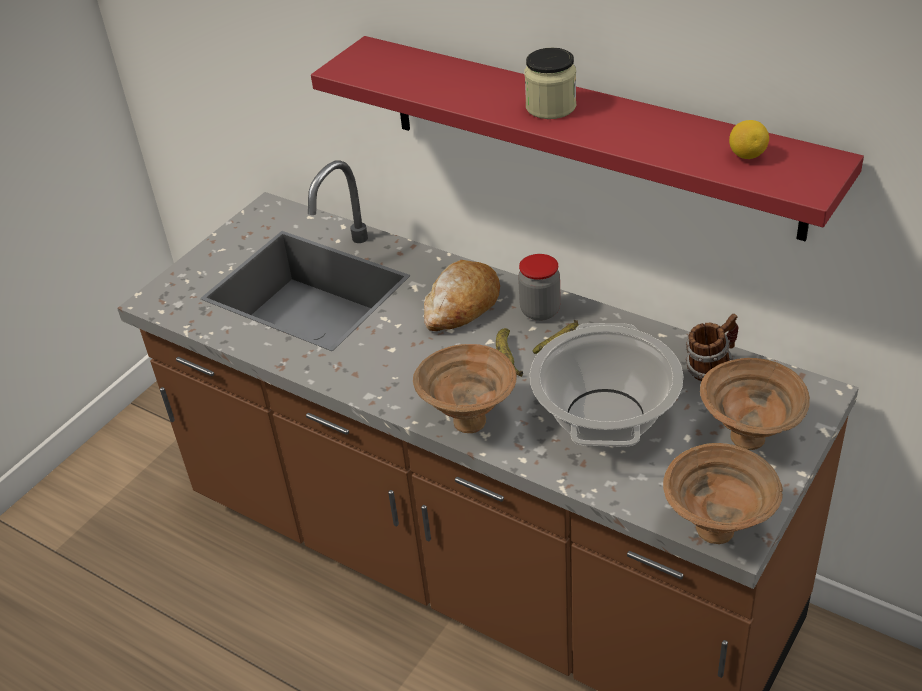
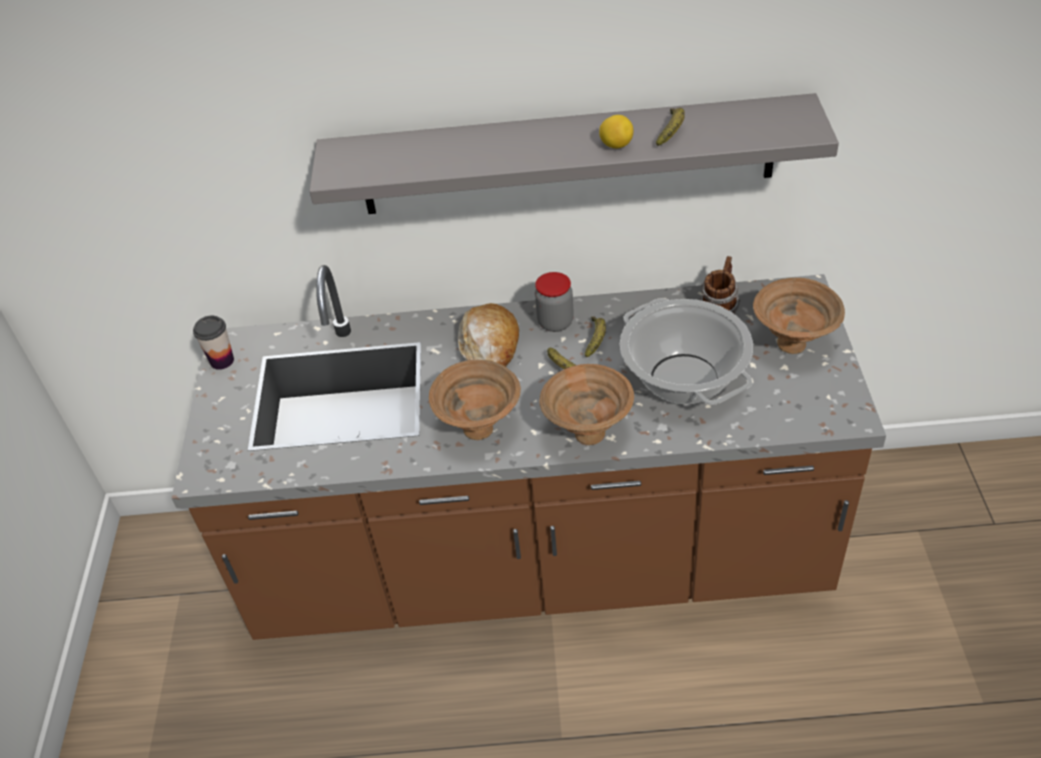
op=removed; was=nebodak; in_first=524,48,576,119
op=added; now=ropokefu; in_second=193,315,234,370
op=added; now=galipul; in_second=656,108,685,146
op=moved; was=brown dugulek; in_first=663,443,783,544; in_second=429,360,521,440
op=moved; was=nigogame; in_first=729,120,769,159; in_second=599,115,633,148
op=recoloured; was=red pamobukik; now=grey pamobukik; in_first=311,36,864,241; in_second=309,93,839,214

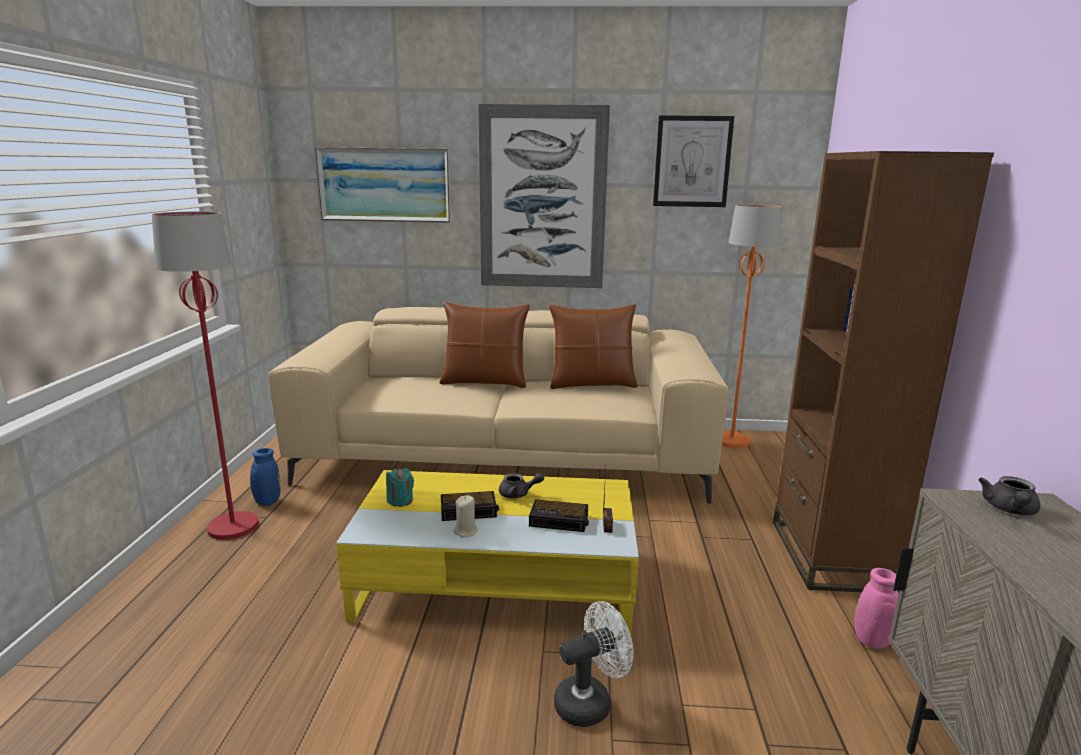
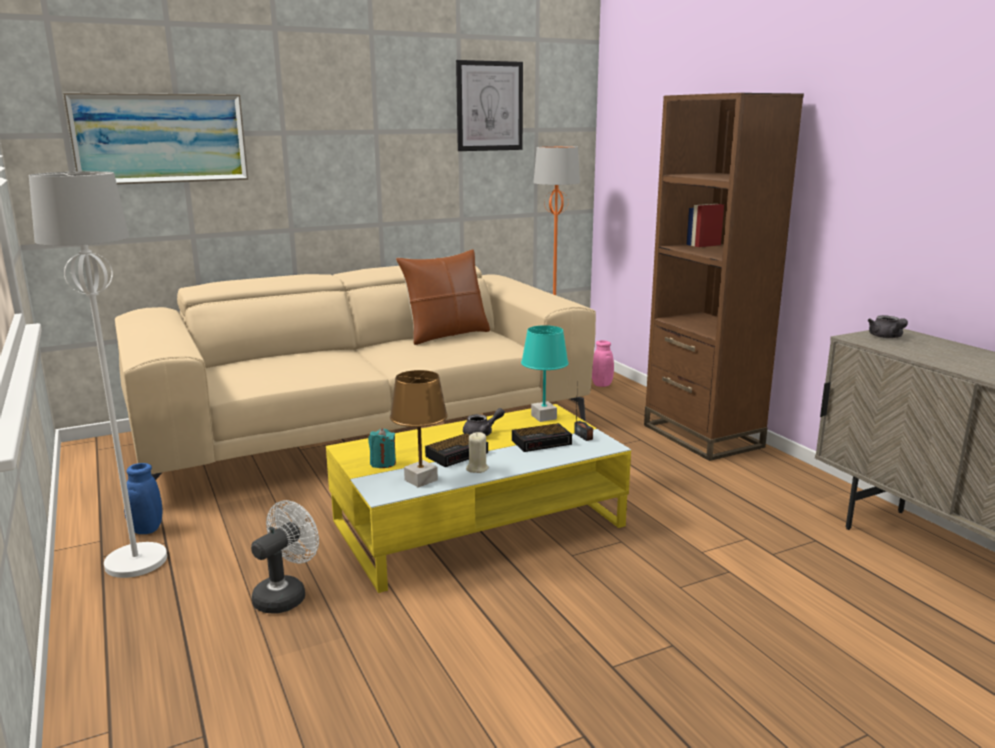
op=removed; was=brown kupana; in_first=439,302,530,388
op=removed; was=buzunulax; in_first=478,104,610,288
op=added; now=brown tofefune; in_second=390,370,448,488
op=added; now=turquoise tofefune; in_second=521,325,569,422
op=moved; was=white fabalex; in_first=554,601,634,727; in_second=251,500,319,614
op=moved; was=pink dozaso; in_first=854,568,899,648; in_second=592,340,614,387
op=recoloured; was=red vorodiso; now=white vorodiso; in_first=152,211,259,540; in_second=29,171,167,578

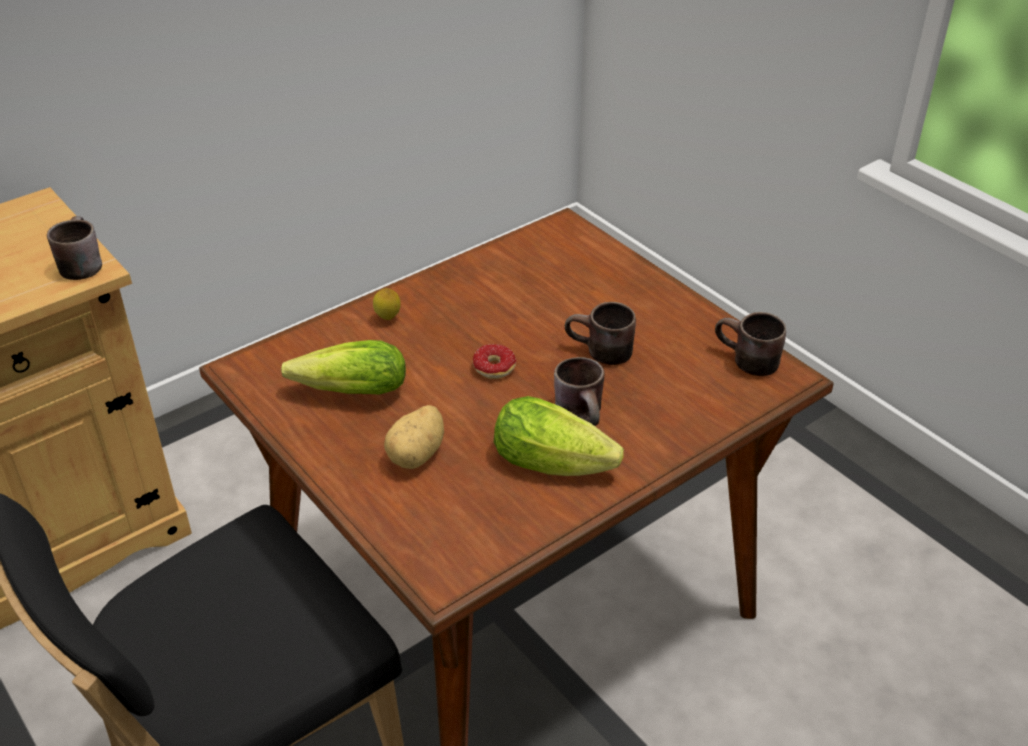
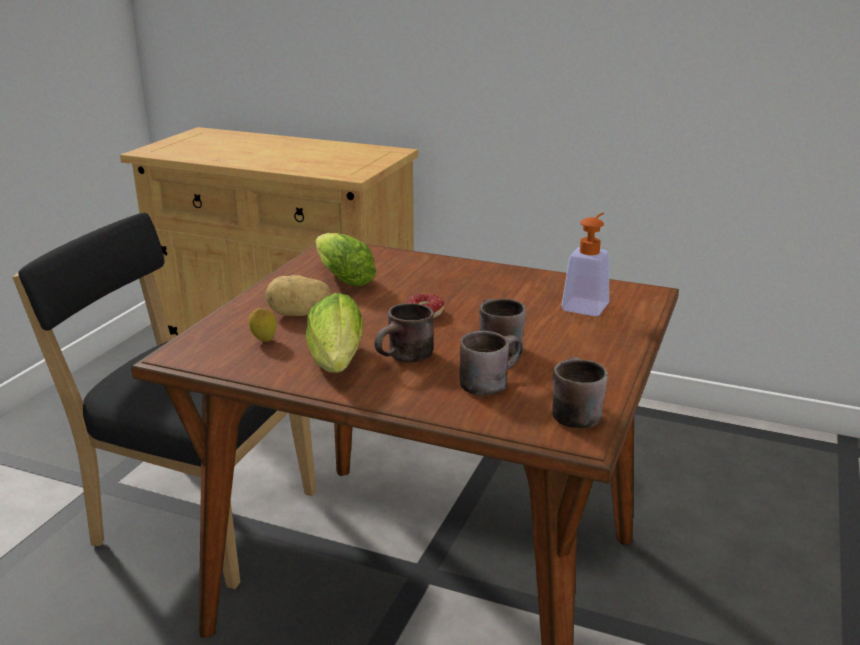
op=added; now=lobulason; in_second=562,213,609,316
op=moved; was=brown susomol; in_first=47,216,102,280; in_second=460,331,523,396
op=moved; was=nigogame; in_first=373,288,401,320; in_second=249,308,277,342

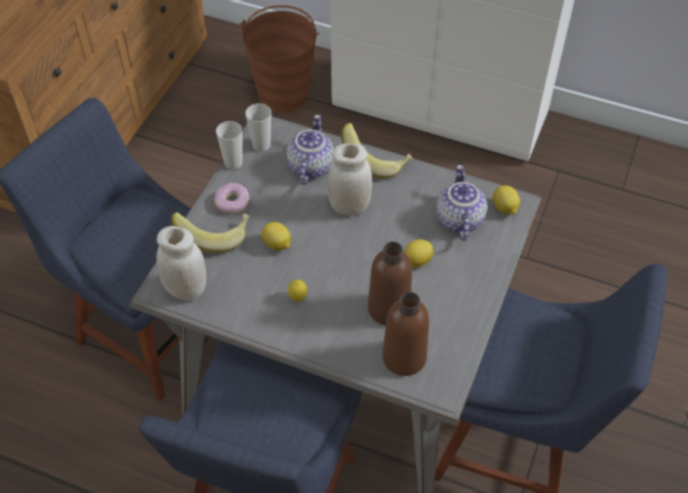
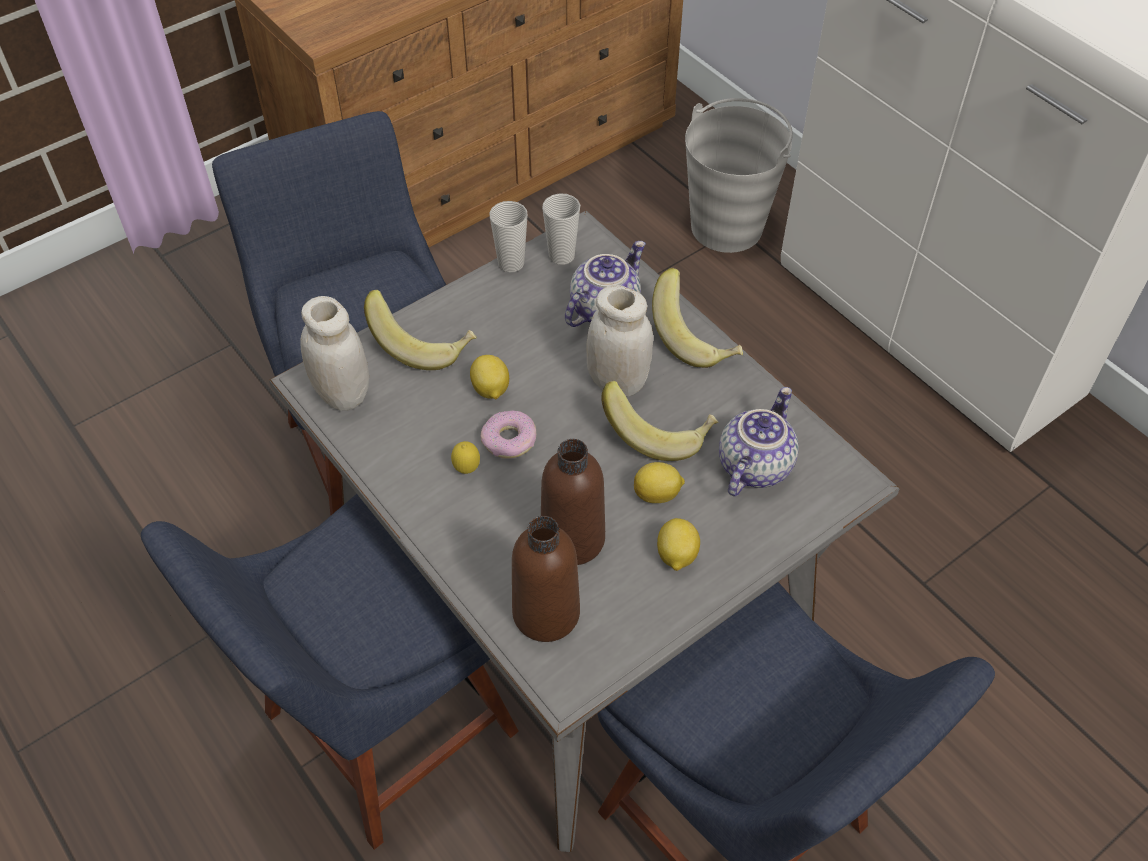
op=added; now=galipul; in_second=601,381,719,461
op=moved; was=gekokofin; in_first=214,183,250,214; in_second=481,411,536,459
op=moved; was=nigogame; in_first=493,185,520,215; in_second=657,518,700,571
op=recoloured; was=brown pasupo; now=grey pasupo; in_first=240,5,320,113; in_second=685,98,793,253

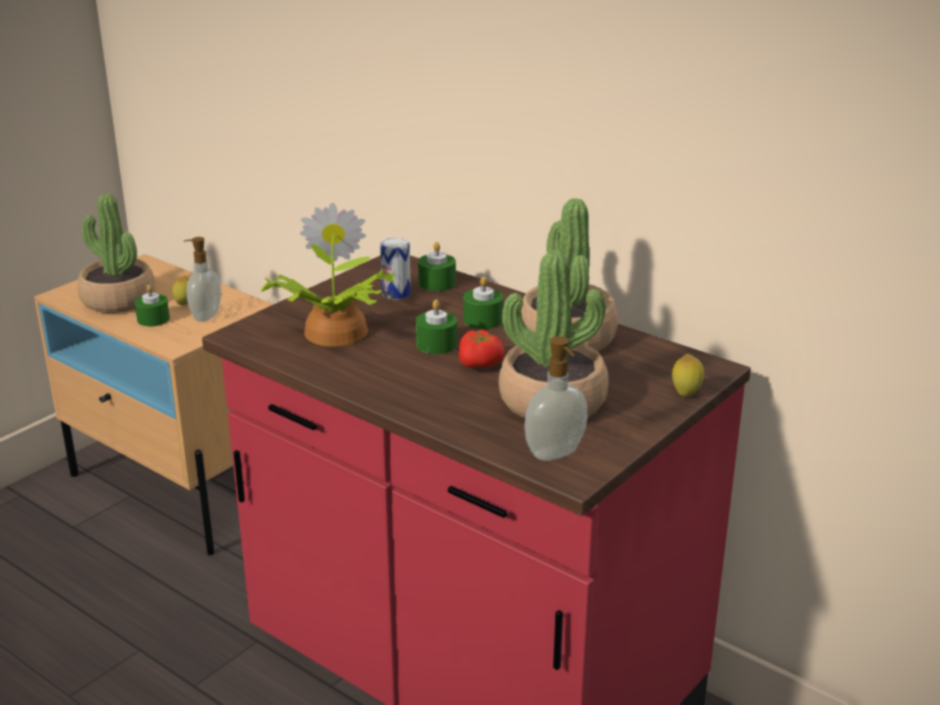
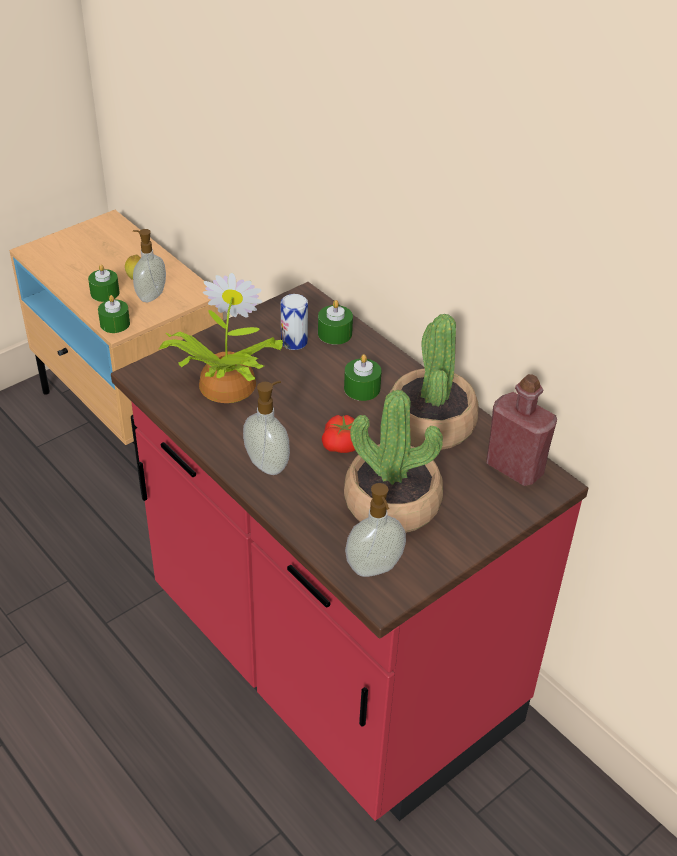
op=removed; was=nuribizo; in_first=77,194,155,313
op=removed; was=nigogame; in_first=672,354,704,397
op=added; now=lobulason; in_second=243,380,290,475
op=added; now=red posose; in_second=486,374,557,486
op=moved; was=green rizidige; in_first=416,299,457,354; in_second=98,295,130,333

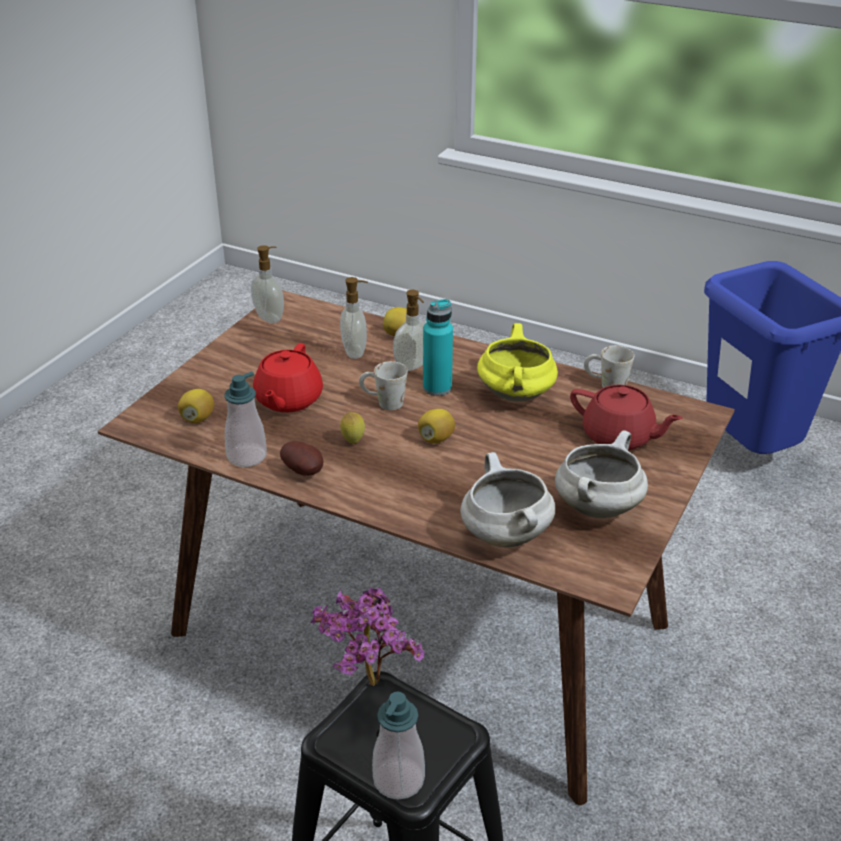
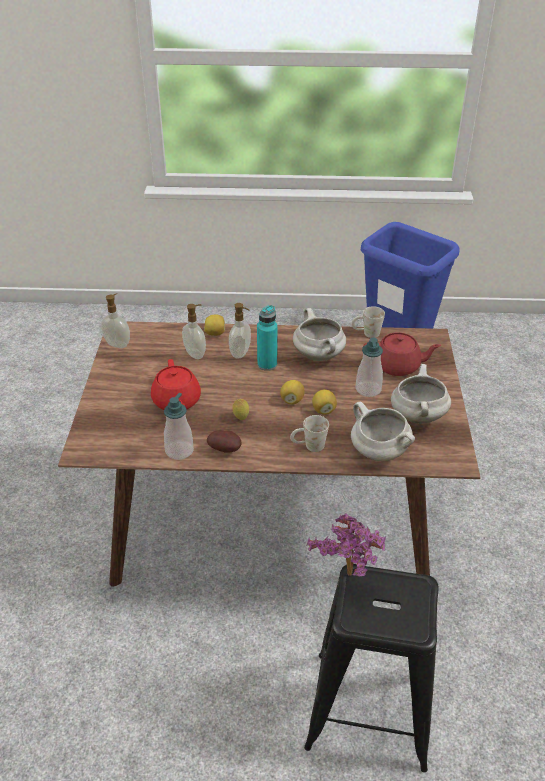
op=moved; was=nigogame; in_first=178,389,214,423; in_second=312,389,337,415
op=moved; was=white susomol; in_first=359,361,408,410; in_second=290,415,329,452
op=moved; was=lobulason; in_first=372,692,425,800; in_second=355,338,383,397
op=recoloured; was=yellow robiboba; now=white robiboba; in_first=477,323,558,402; in_second=293,308,346,361

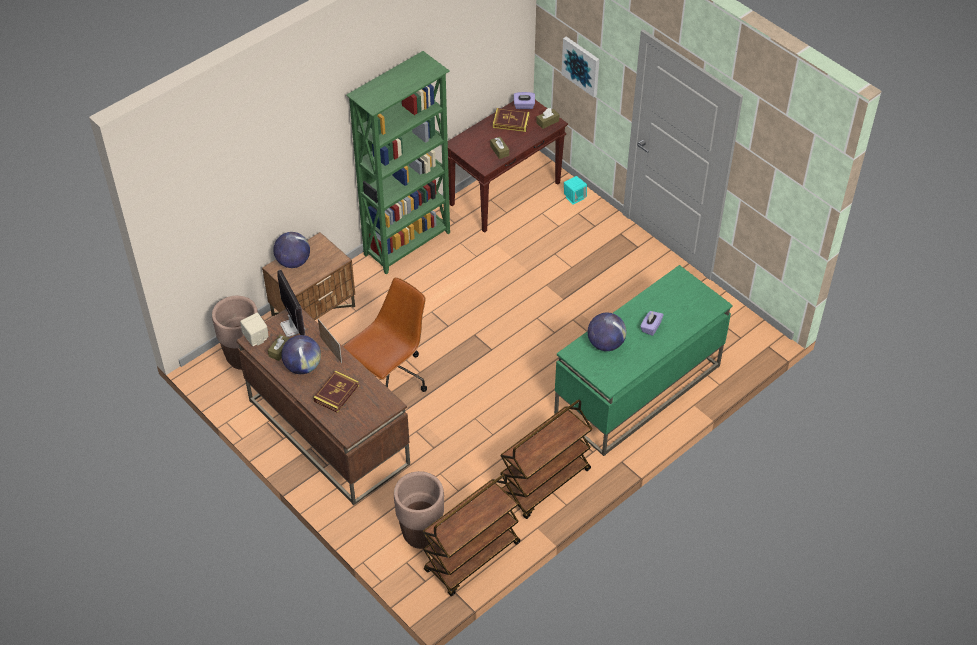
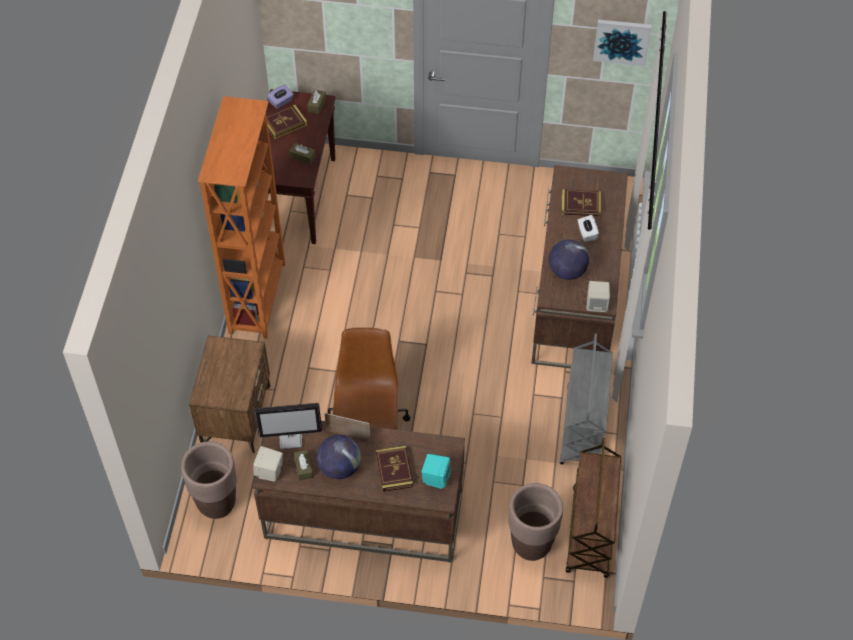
op=removed; was=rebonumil; in_first=273,232,310,268
op=added; now=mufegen; in_second=561,189,601,217
op=added; now=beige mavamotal; in_second=587,281,610,312
op=moved; was=buzunulax; in_first=561,36,599,97; in_second=593,19,652,66
op=moved; was=turquoise mavamotal; in_first=564,176,587,205; in_second=421,454,451,489
op=recoloured; was=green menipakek; now=orange menipakek; in_first=346,51,450,274; in_second=198,96,285,339
op=recoloured; was=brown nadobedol; now=grey nadobedol; in_first=500,400,592,519; in_second=560,333,613,464
op=recoloured; was=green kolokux; now=brown kolokux; in_first=554,265,733,456; in_second=531,165,628,368
op=recoloured; was=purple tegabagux; now=white tegabagux; in_first=640,311,664,336; in_second=578,215,599,242
op=turned; was=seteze; in_first=277,270,306,337; in_second=254,403,322,449; clockwise=150

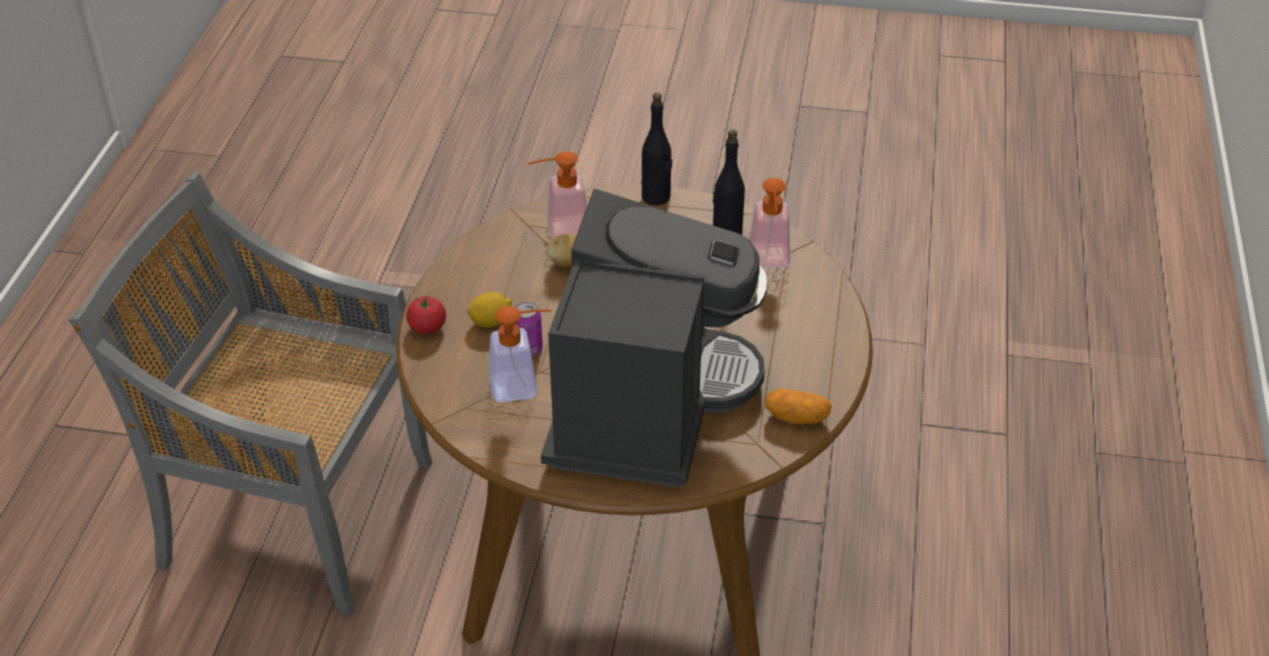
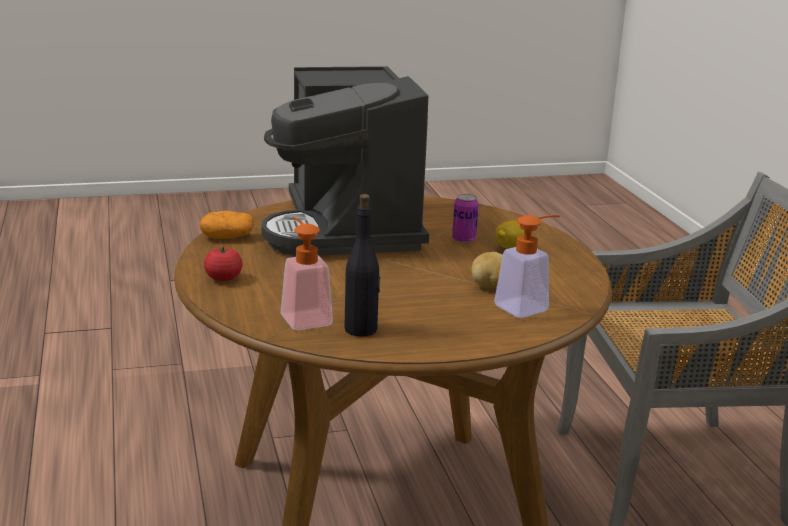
op=removed; was=lobulason; in_first=489,306,552,403
op=removed; was=black posose; in_first=642,93,672,205
op=moved; was=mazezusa; in_first=406,296,446,334; in_second=204,247,243,281

